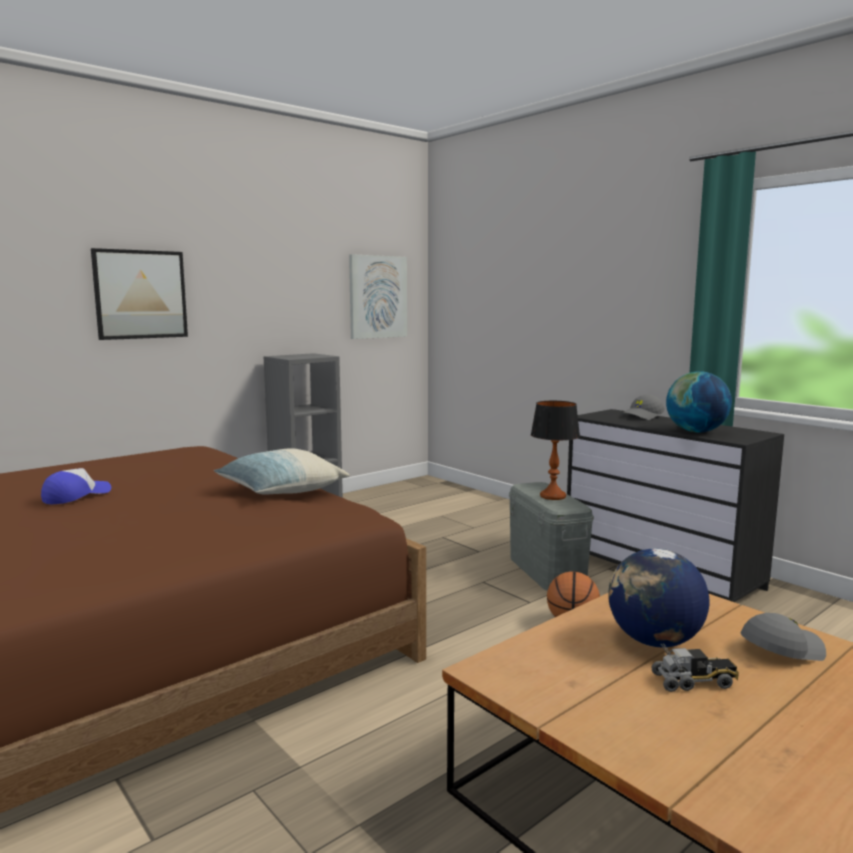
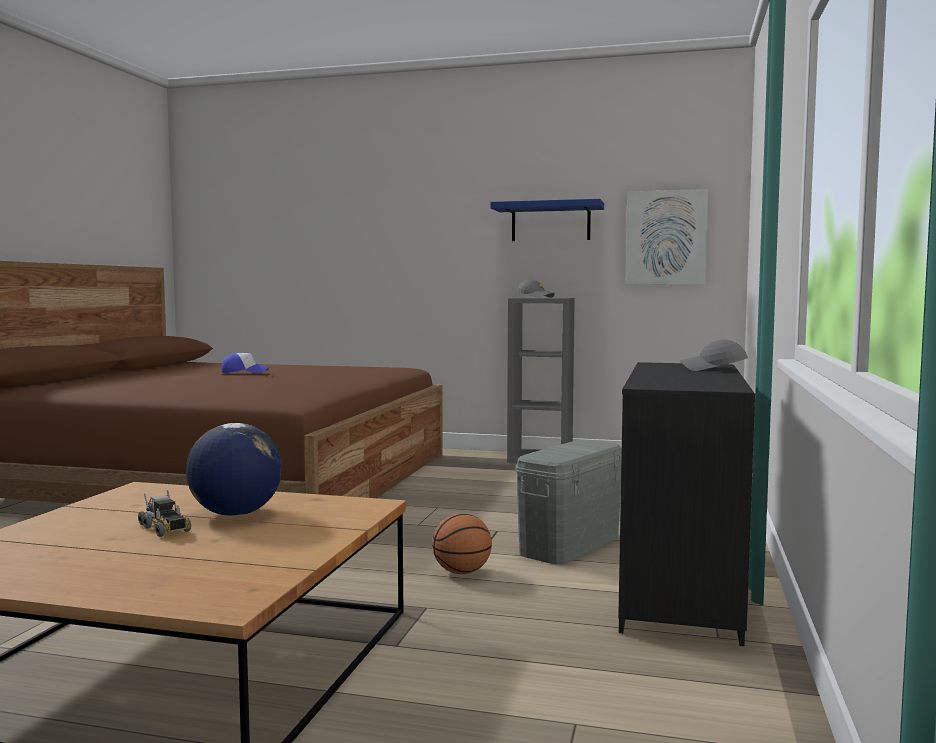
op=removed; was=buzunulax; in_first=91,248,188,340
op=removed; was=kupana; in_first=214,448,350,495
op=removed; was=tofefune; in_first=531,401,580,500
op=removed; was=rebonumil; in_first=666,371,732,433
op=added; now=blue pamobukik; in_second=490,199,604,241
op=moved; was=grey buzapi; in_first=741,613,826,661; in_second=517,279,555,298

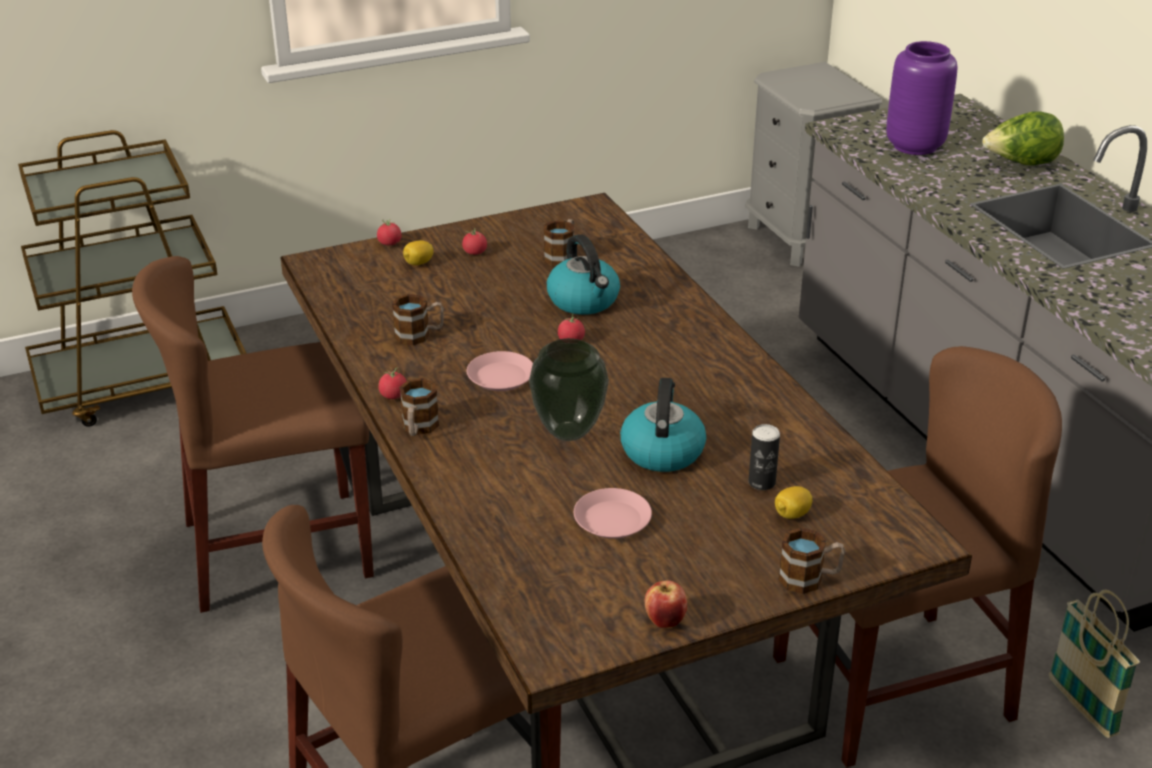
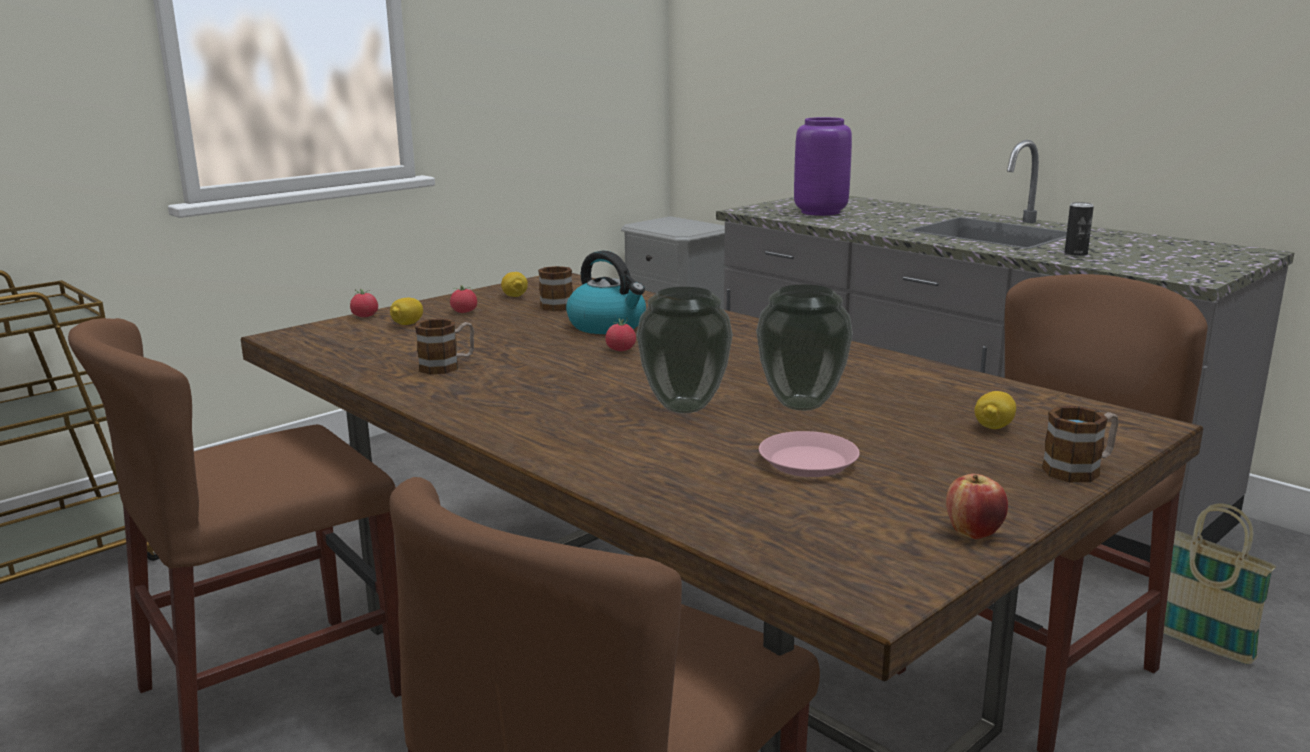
op=removed; was=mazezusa; in_first=378,367,406,399
op=removed; was=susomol; in_first=399,378,439,436
op=removed; was=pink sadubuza; in_first=467,351,533,391
op=removed; was=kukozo; in_first=982,111,1064,166
op=added; now=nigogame; in_second=501,272,528,297
op=moved; was=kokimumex; in_first=748,424,780,490; in_second=1064,202,1094,256
op=replaced; was=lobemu; now=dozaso; in_first=620,378,706,472; in_second=756,285,853,411

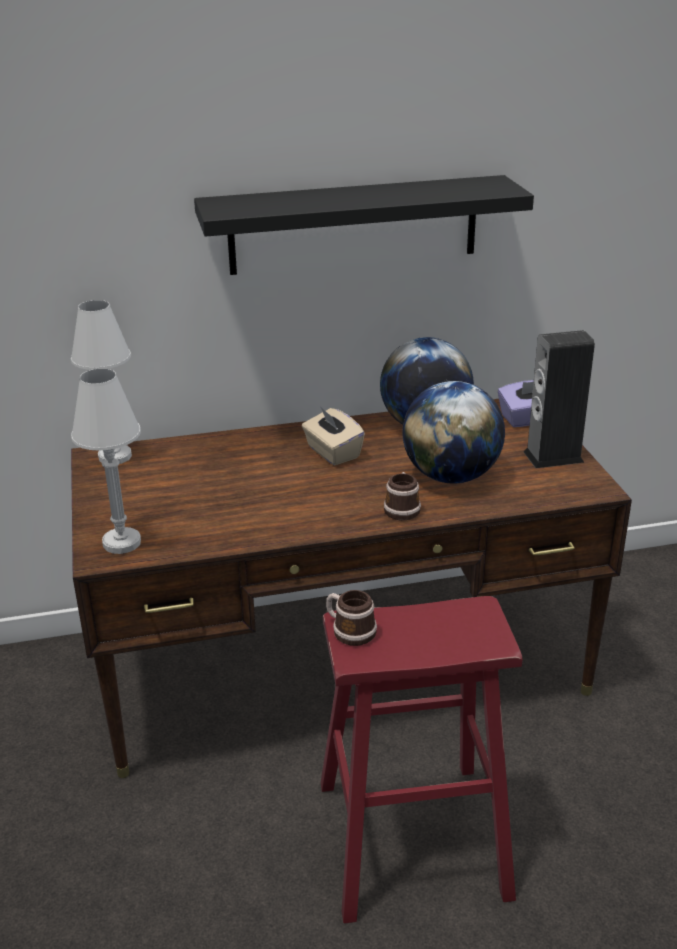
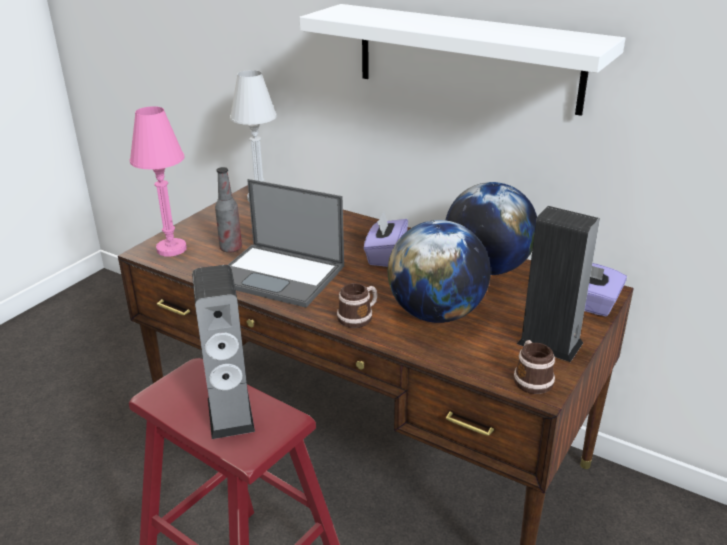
op=added; now=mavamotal; in_second=192,265,255,439
op=added; now=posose; in_second=215,167,242,253
op=added; now=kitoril; in_second=228,179,344,308
op=moved; was=susomol; in_first=326,590,377,646; in_second=514,340,555,394
op=recoloured; was=white tofefune; now=pink tofefune; in_first=71,368,141,554; in_second=130,106,187,257
op=recoloured; was=black pamobukik; now=white pamobukik; in_first=194,175,534,275; in_second=299,4,626,116
op=recoloured; was=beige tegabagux; now=purple tegabagux; in_first=302,406,365,465; in_second=364,212,408,267

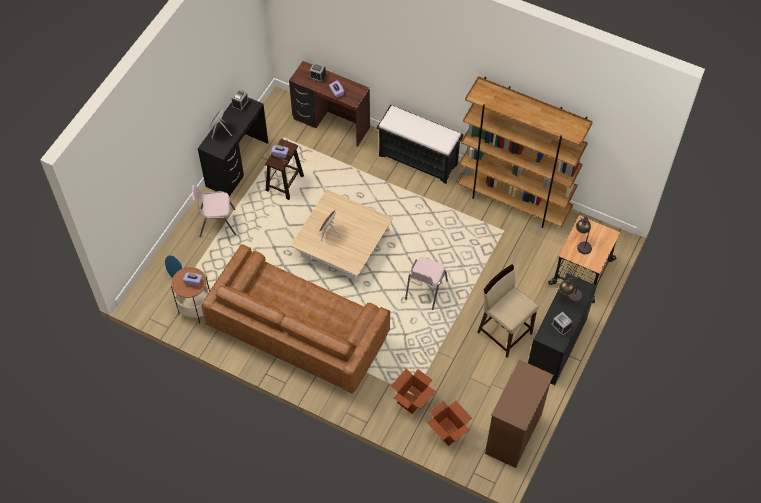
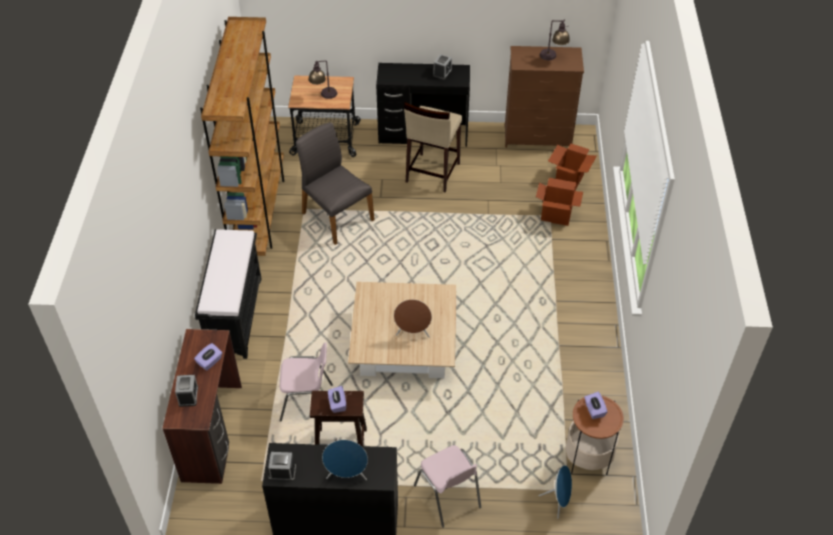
op=removed; was=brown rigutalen; in_first=201,244,390,394
op=added; now=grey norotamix; in_second=296,123,375,245
op=moved; was=pink norotamix; in_first=405,257,448,310; in_second=279,343,333,422
op=moved; was=tofefune; in_first=559,277,582,303; in_second=540,19,570,60

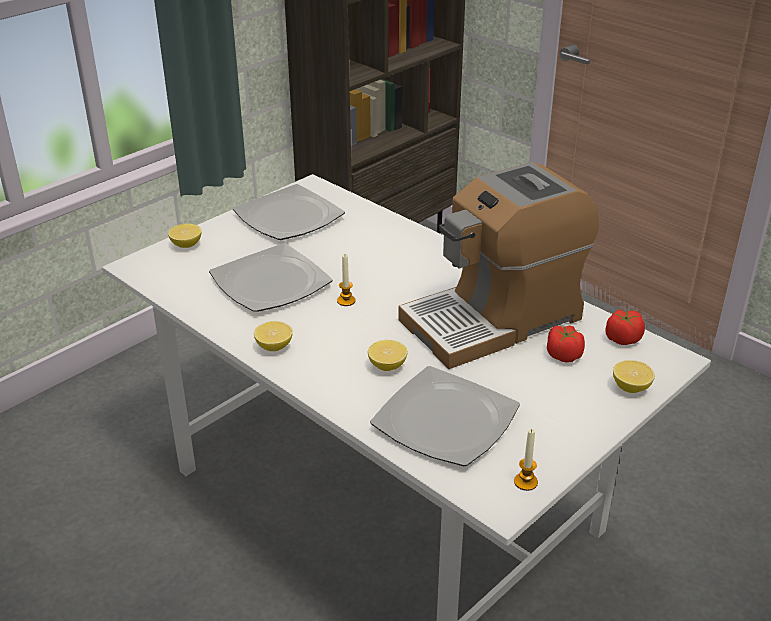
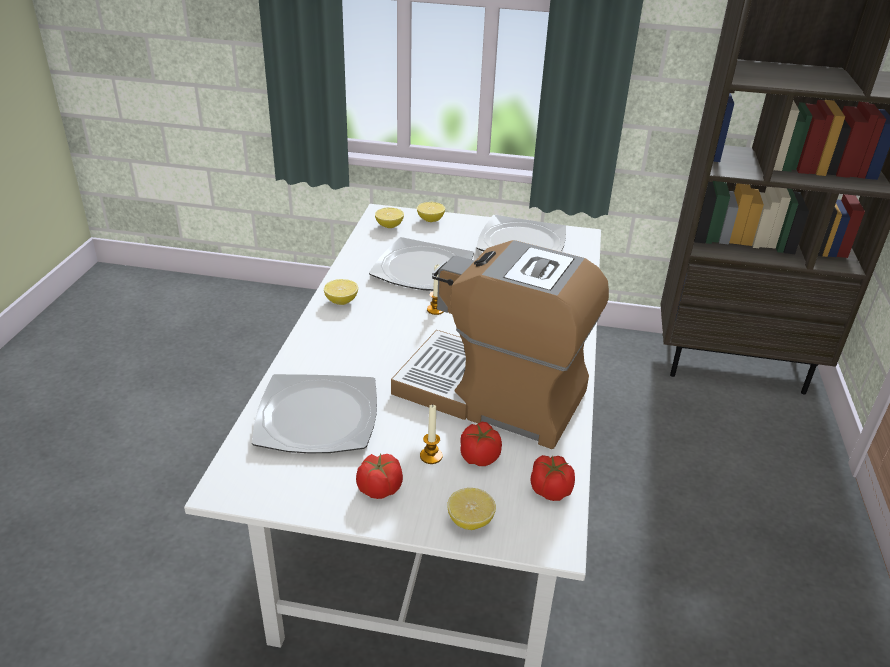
op=added; now=mazezusa; in_second=356,454,403,499
op=moved; was=nigogame; in_first=368,340,407,371; in_second=375,207,404,228
op=moved; was=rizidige; in_first=514,429,538,491; in_second=420,405,443,464

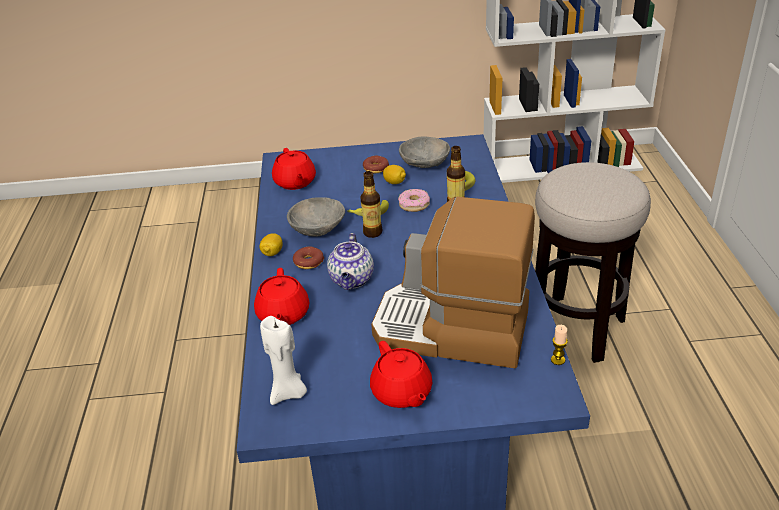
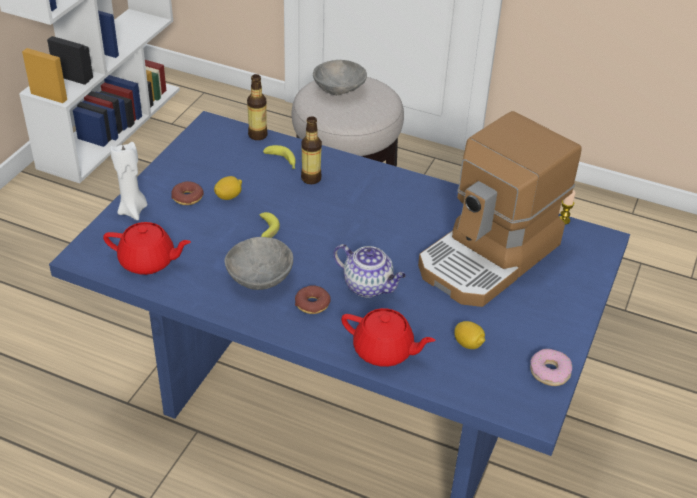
op=removed; was=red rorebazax; in_first=370,341,433,408
op=moved; was=nigogame; in_first=260,233,283,256; in_second=454,321,485,349
op=moved; was=white rizidige; in_first=260,316,307,405; in_second=110,142,148,220
op=moved; was=posose; in_first=360,171,382,238; in_second=247,74,268,140
op=moved; was=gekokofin; in_first=398,189,430,212; in_second=530,349,572,386
op=moved; was=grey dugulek; in_first=399,136,450,168; in_second=313,60,367,95

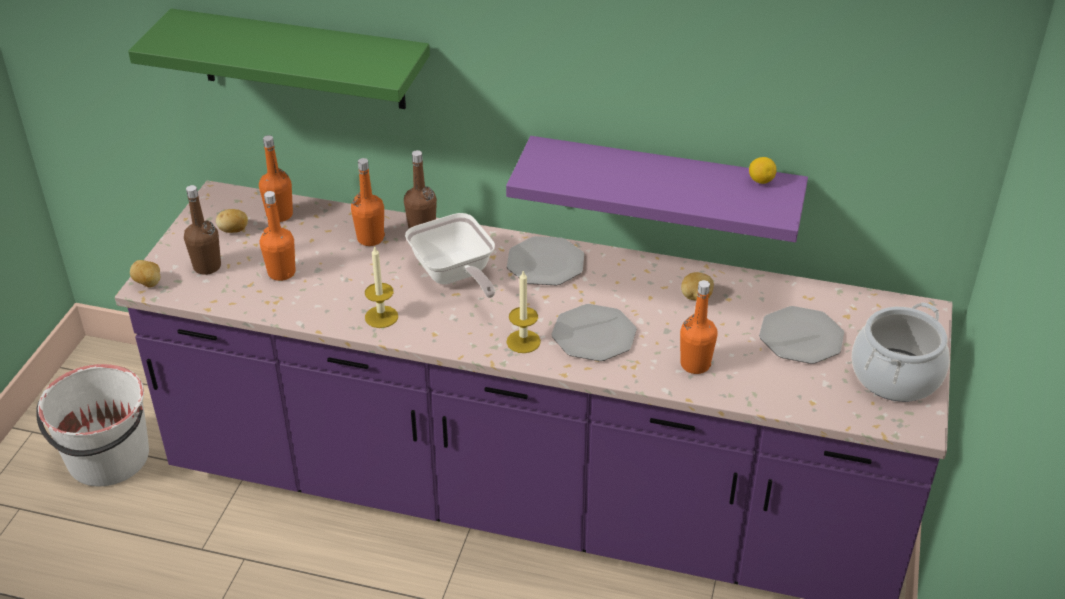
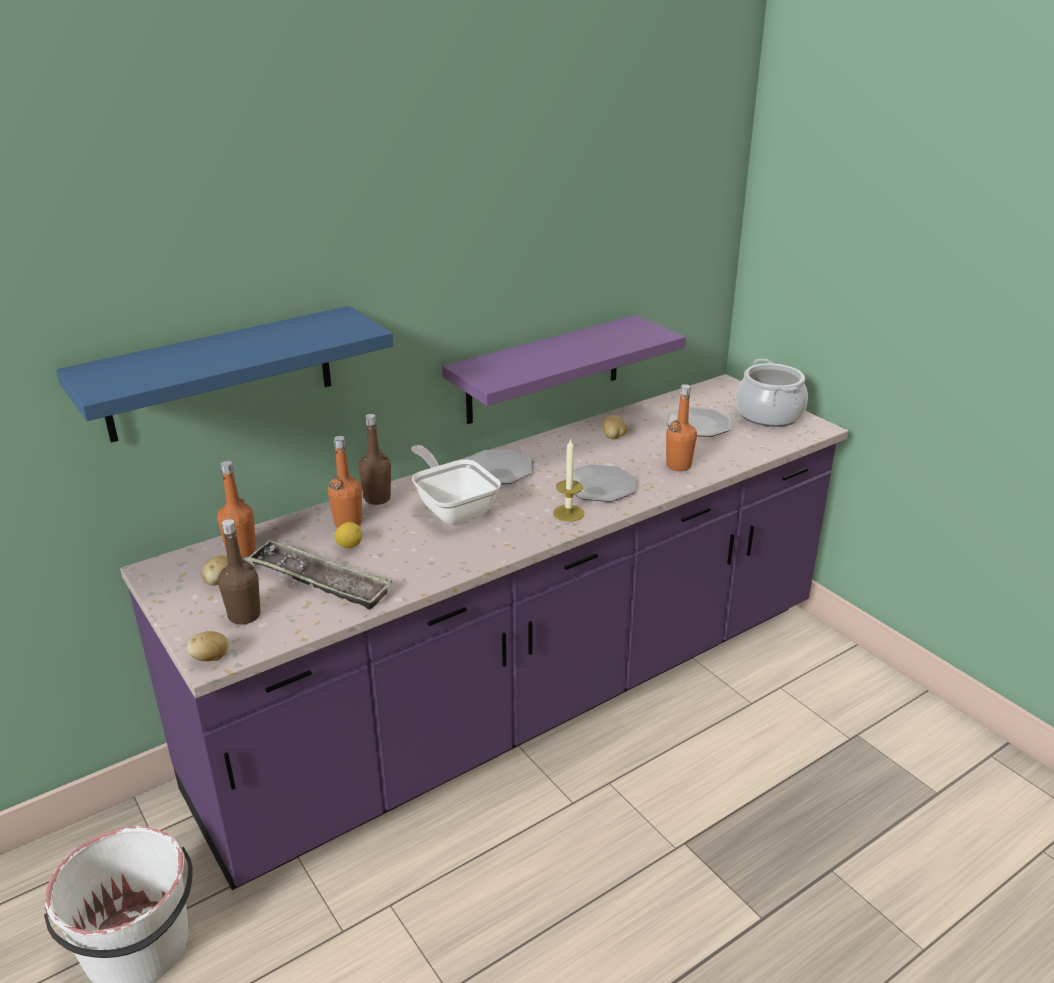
op=removed; was=rizidige; in_first=365,245,398,328
op=moved; was=nigogame; in_first=749,157,777,184; in_second=334,522,362,548
op=replaced; was=orange posose; now=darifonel; in_first=259,191,295,281; in_second=246,539,393,610
op=recoloured; was=green pamobukik; now=blue pamobukik; in_first=128,9,430,109; in_second=56,306,393,443
op=turned; was=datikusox; in_first=405,213,495,298; in_second=411,445,501,525; clockwise=-135

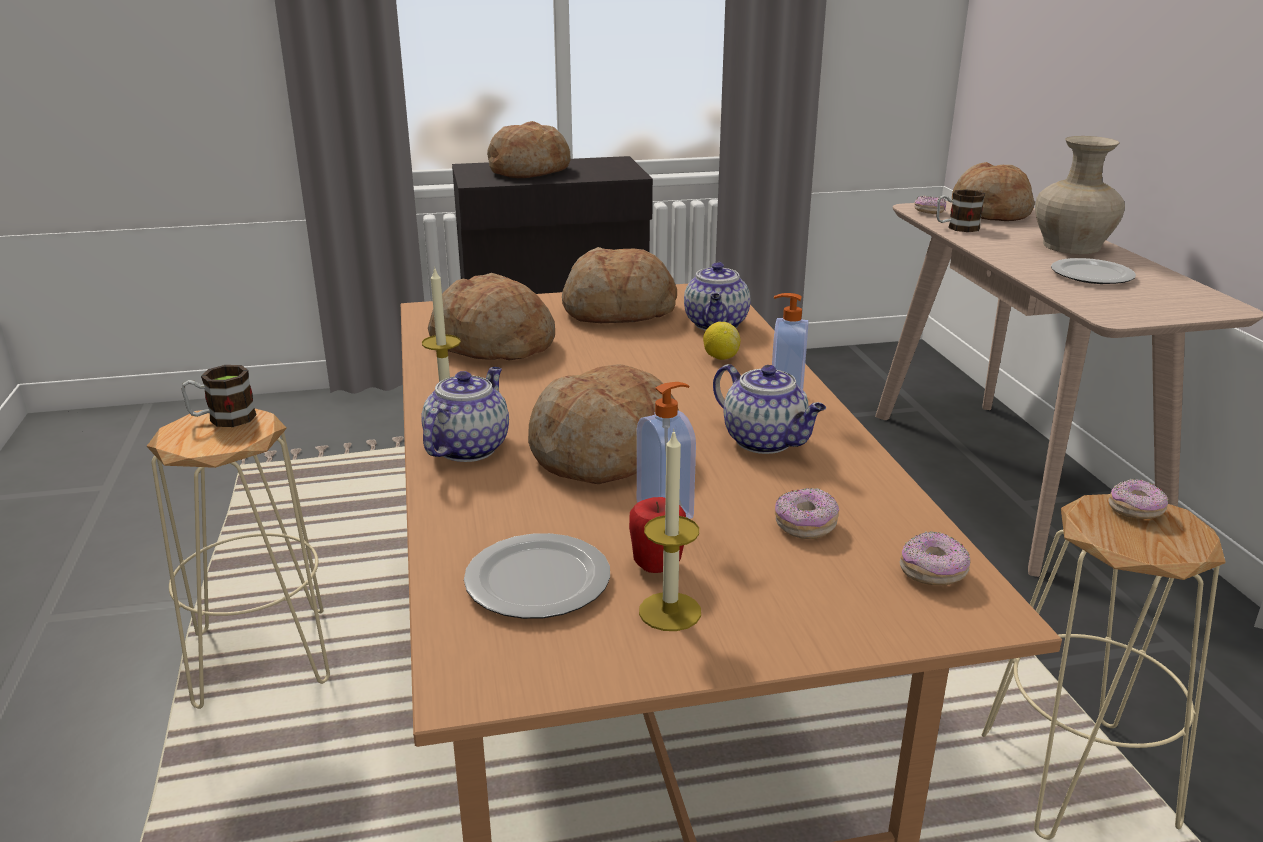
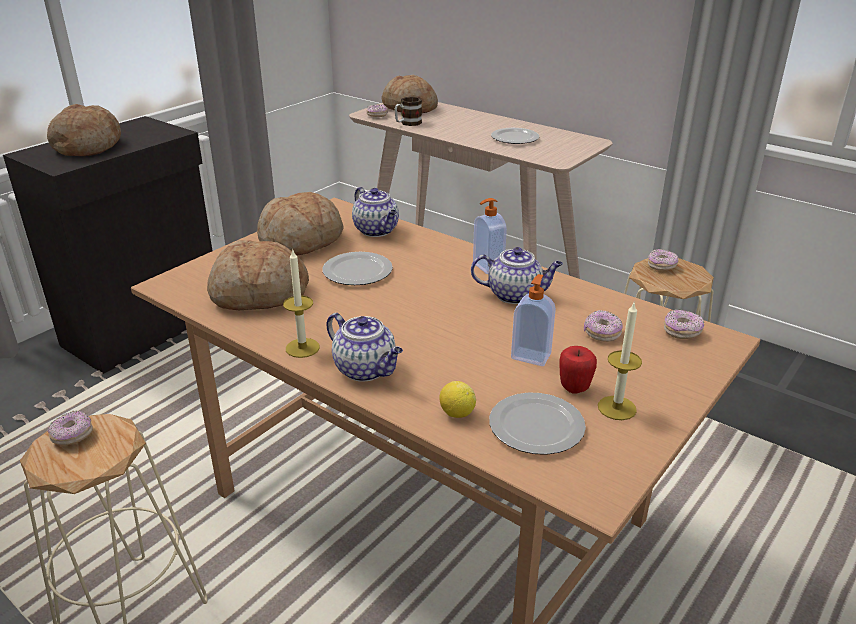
op=removed; was=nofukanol; in_first=528,364,679,484
op=removed; was=beige dozaso; in_first=1035,136,1125,254
op=added; now=sadubuza; in_second=323,252,393,285
op=moved; was=nigogame; in_first=703,322,740,360; in_second=440,381,476,418
op=replaced; was=susomol; now=gekokofin; in_first=181,365,257,427; in_second=48,411,93,445
op=turned; was=rorebazax; in_first=421,367,509,462; in_second=326,313,403,382; clockwise=150

